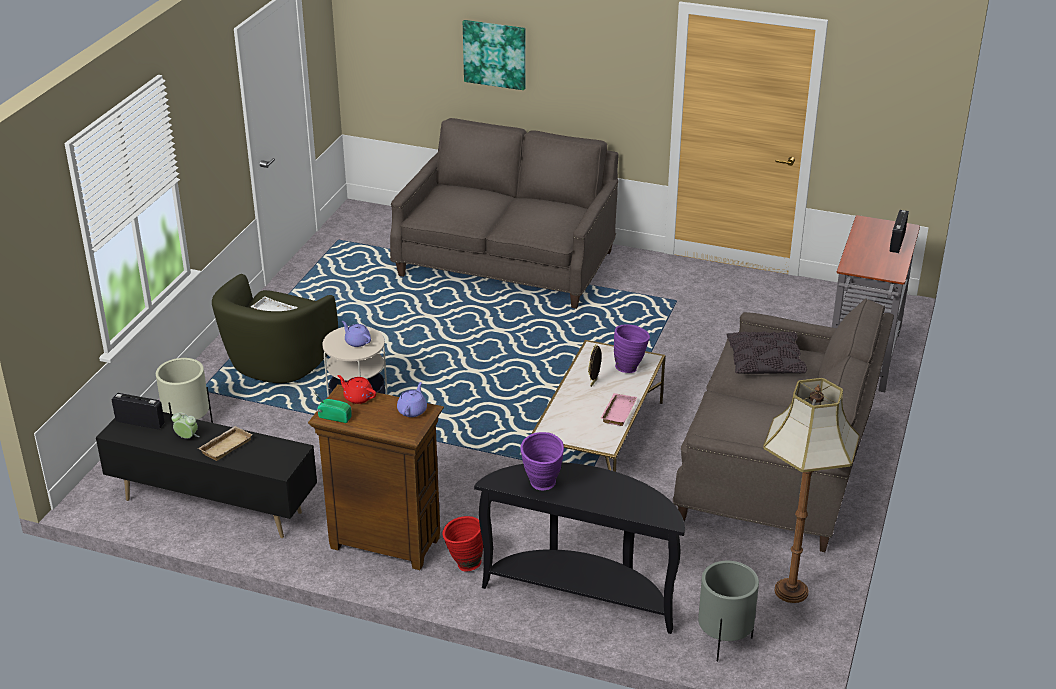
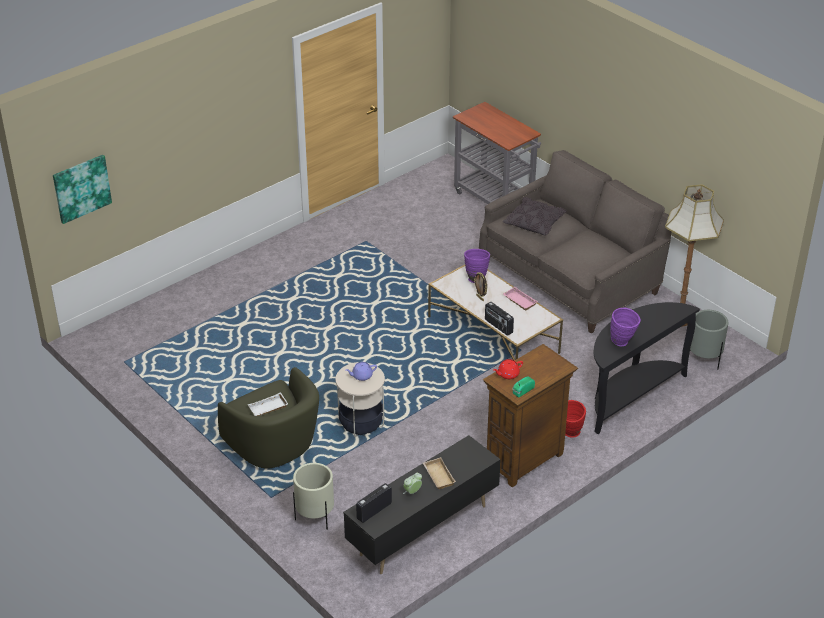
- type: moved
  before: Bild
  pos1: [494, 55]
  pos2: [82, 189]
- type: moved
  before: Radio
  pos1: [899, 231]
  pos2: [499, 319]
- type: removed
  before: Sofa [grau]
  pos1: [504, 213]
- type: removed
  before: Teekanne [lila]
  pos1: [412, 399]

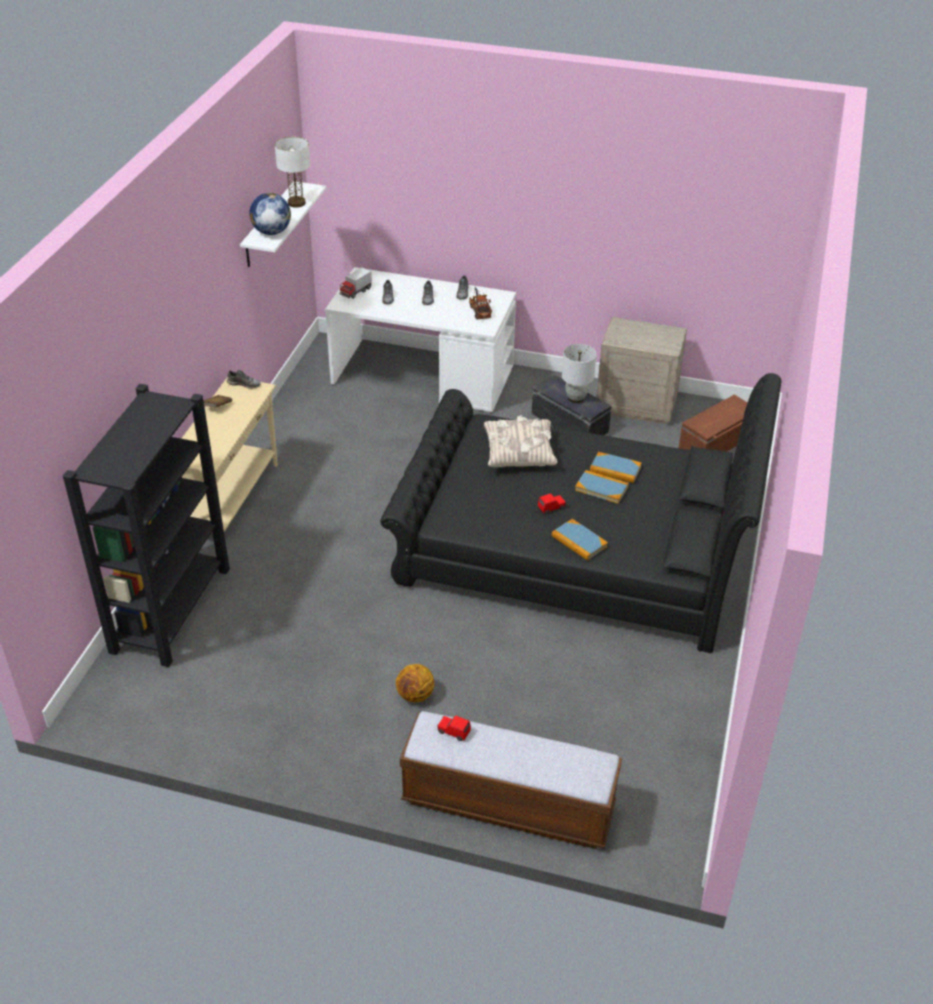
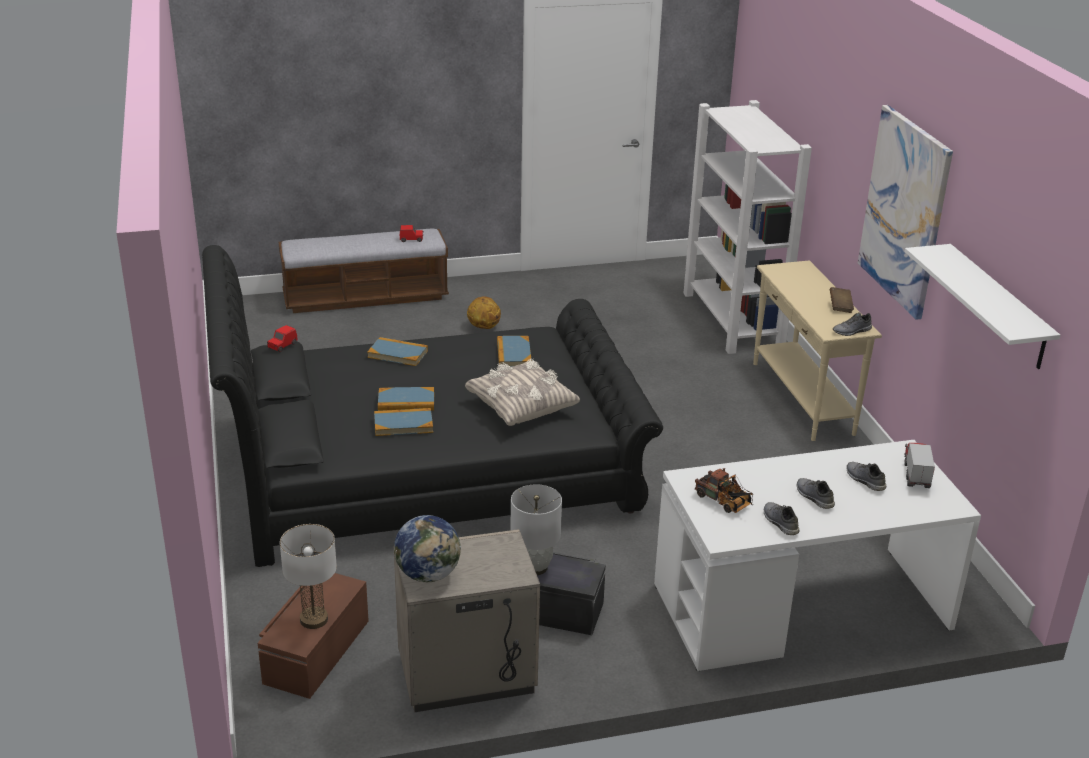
- type: moved
  before: Spielzeugauto [rot]
  pos1: [552, 503]
  pos2: [282, 338]
- type: moved
  before: Tischlampe
  pos1: [292, 172]
  pos2: [308, 576]
- type: moved
  before: Globus
  pos1: [270, 214]
  pos2: [427, 548]
- type: added
  after: Buch
  pos2: [514, 351]
- type: recoloured
  before: Bücherregal [schwarz]
  after: Bücherregal [weiß]
  pos1: [146, 525]
  pos2: [747, 227]
- type: added
  after: Bild
  pos2: [905, 212]

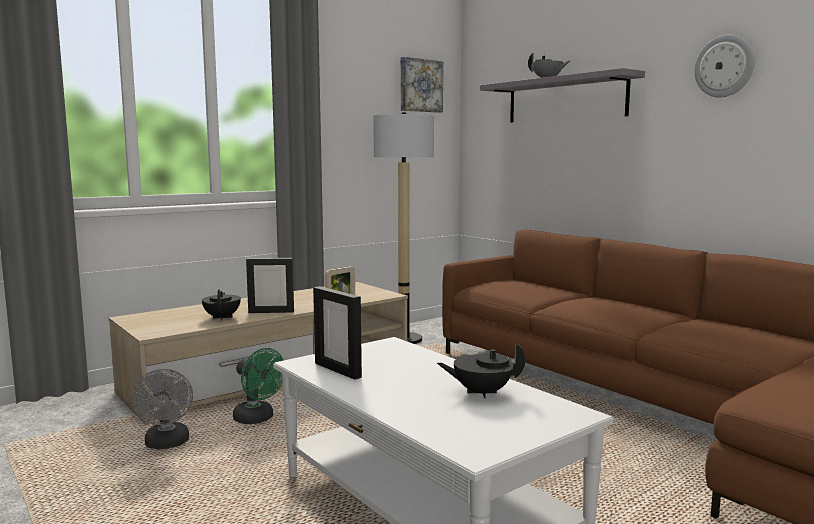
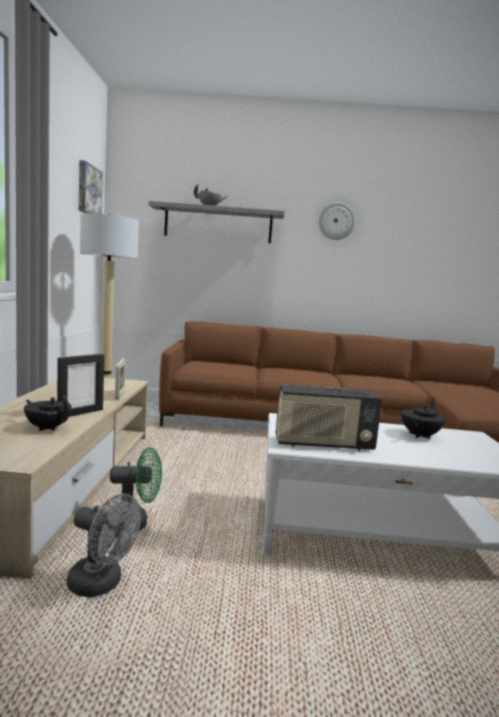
- type: replaced
  before: Bilderrahmen
  after: Radio
  pos1: [337, 332]
  pos2: [328, 417]

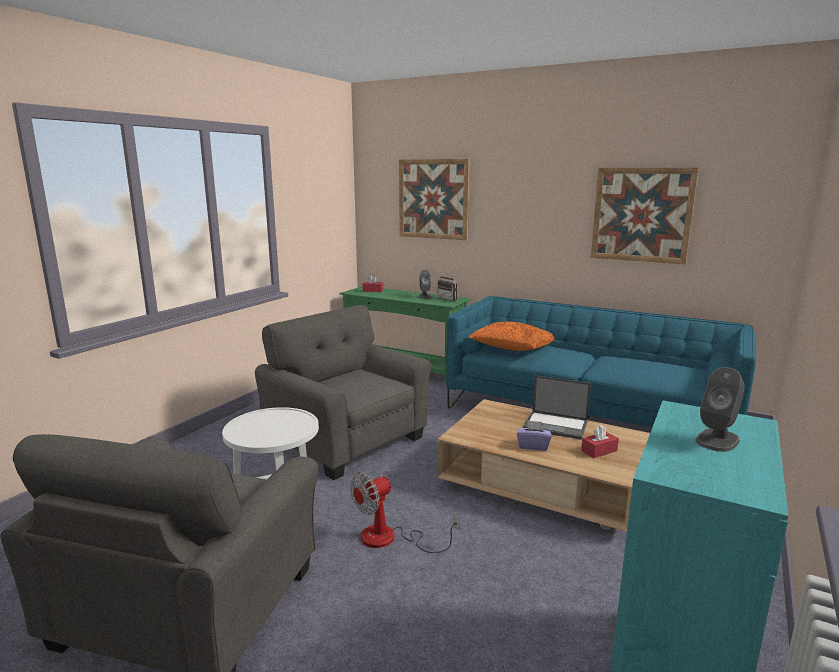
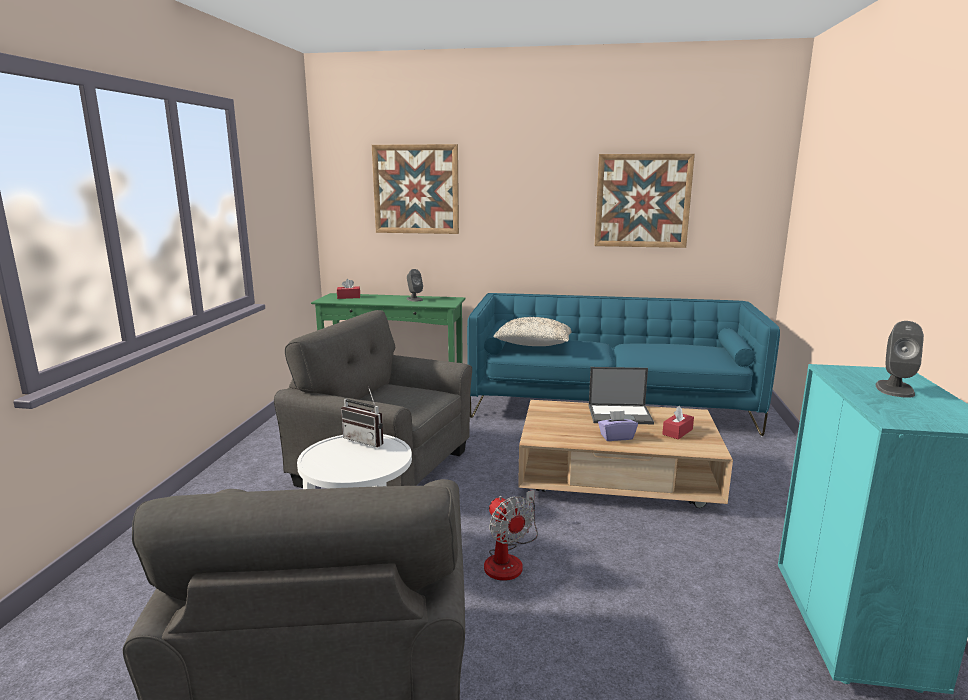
- type: moved
  before: Radio
  pos1: [447, 287]
  pos2: [362, 416]
- type: turned
  before: Ventilator
  pos1: [405, 512]
  pos2: [511, 535]
  turn: -60
- type: recoloured
  before: Kissen [orange]
  after: Kissen [beige]
  pos1: [512, 336]
  pos2: [532, 331]

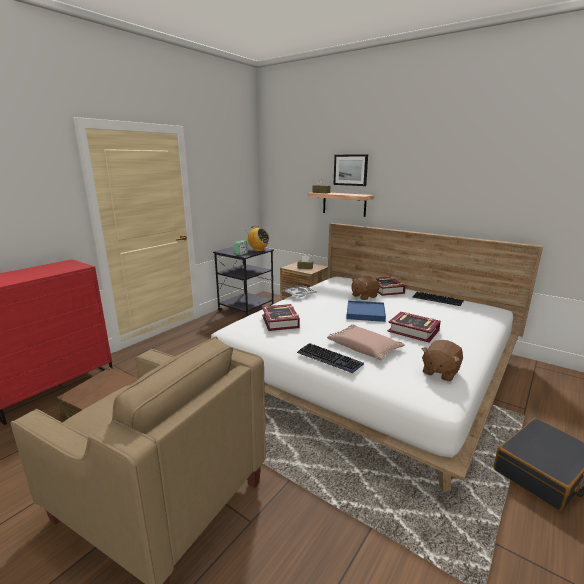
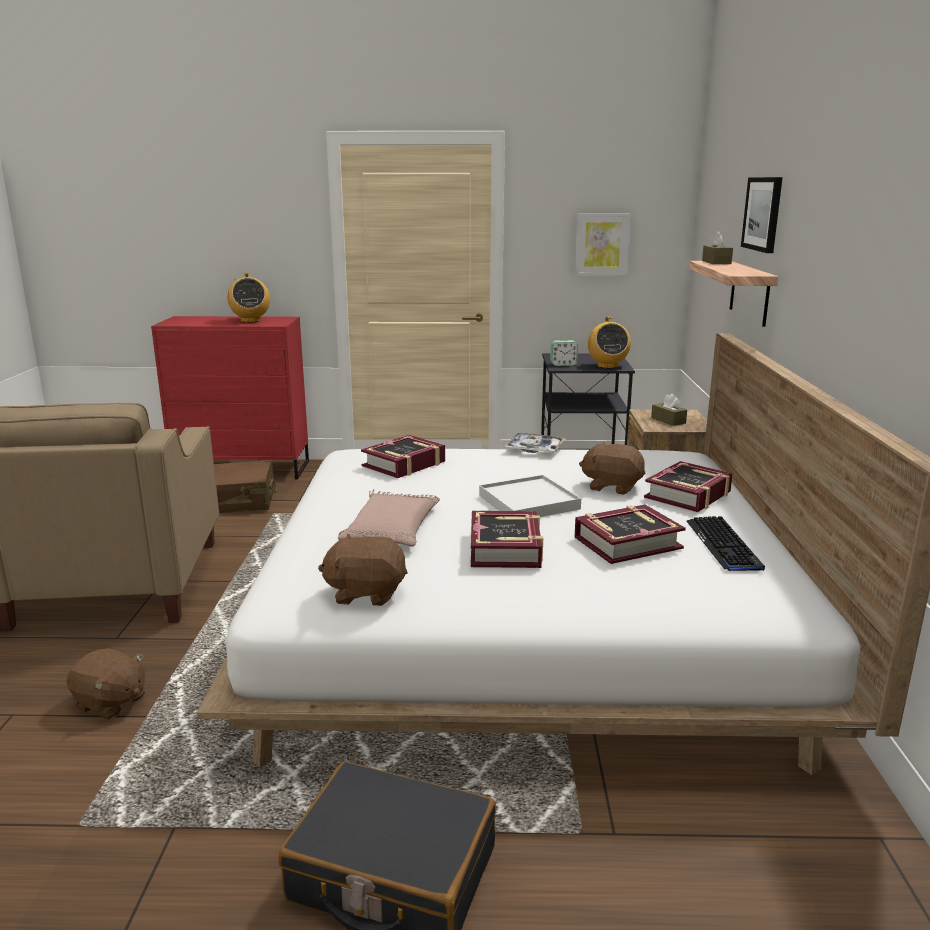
- type: added
  after: Plüschtier [braun]
  pos2: [105, 684]
- type: added
  after: Radio
  pos2: [248, 297]
- type: recoloured
  before: Tablett [blau]
  after: Tablett [weiß]
  pos1: [366, 311]
  pos2: [530, 496]
- type: added
  after: Bild
  pos2: [603, 244]
- type: added
  after: Buch
  pos2: [630, 534]
- type: removed
  before: Tastatur
  pos1: [330, 358]

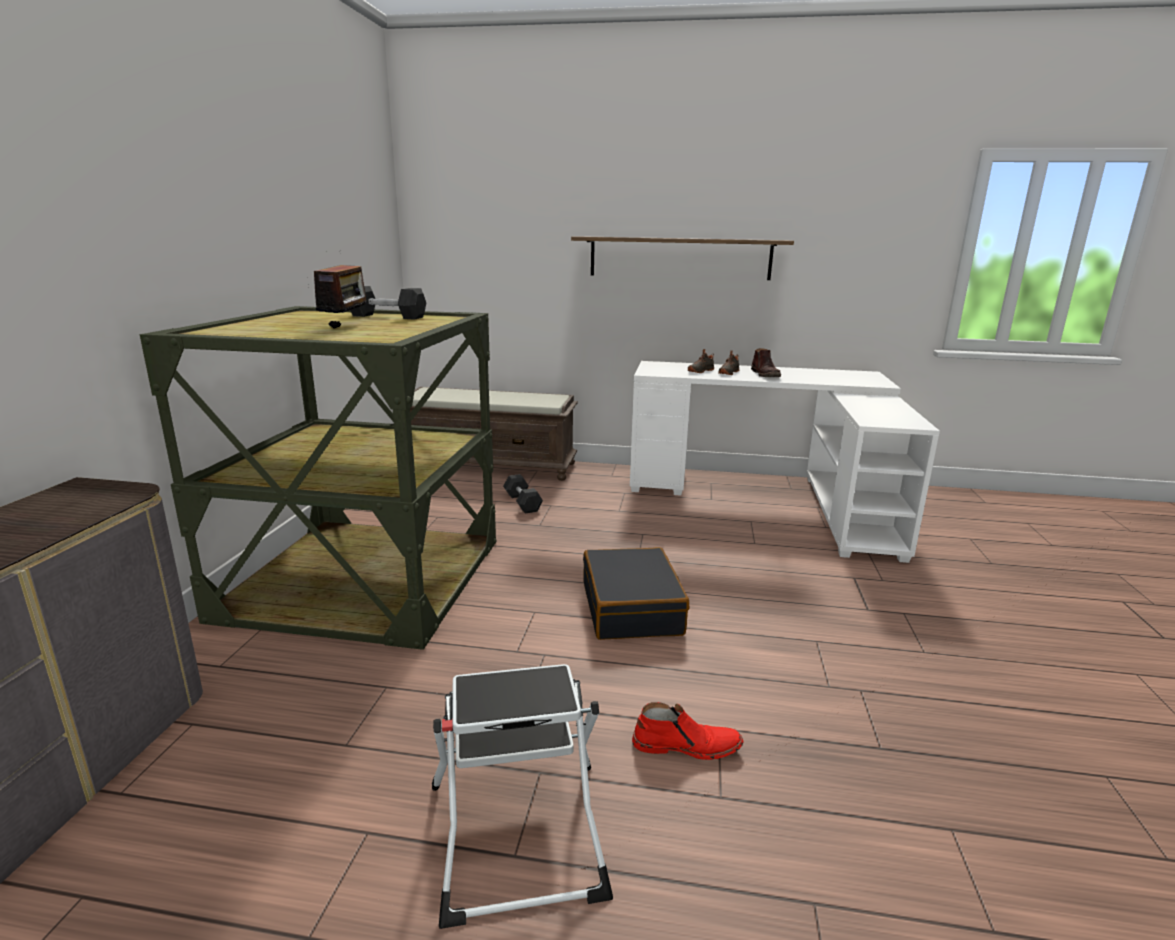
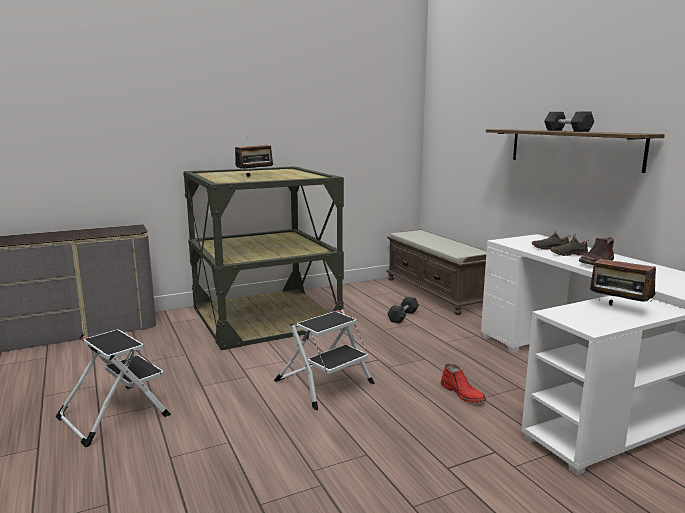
- type: replaced
  before: Koffer [schwarz]
  after: Trittleiter
  pos1: [636, 593]
  pos2: [324, 359]
- type: moved
  before: Stiefel [rot]
  pos1: [687, 731]
  pos2: [463, 383]
- type: moved
  before: Hantel [grau]
  pos1: [388, 303]
  pos2: [569, 122]
- type: added
  after: Radio
  pos2: [621, 277]

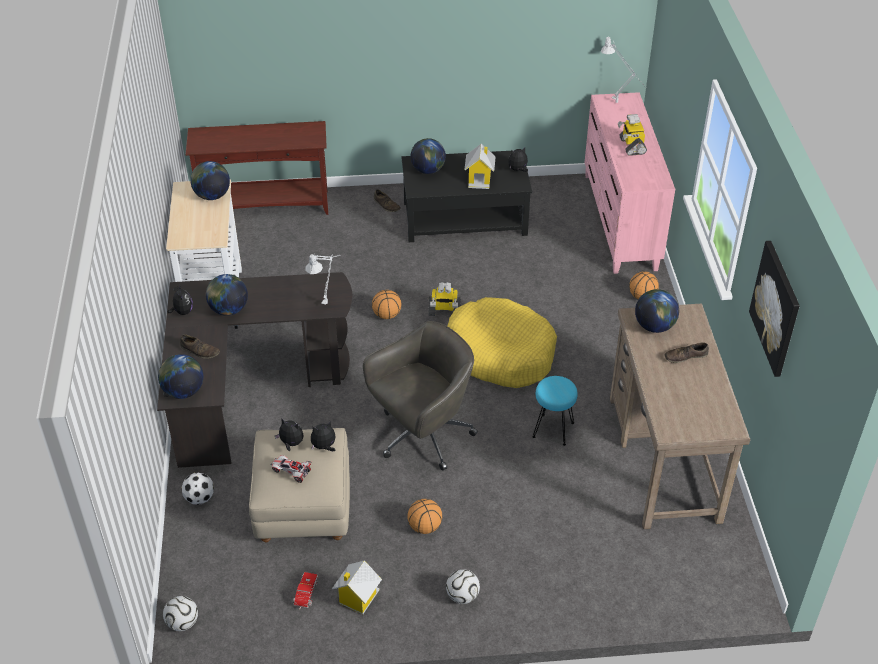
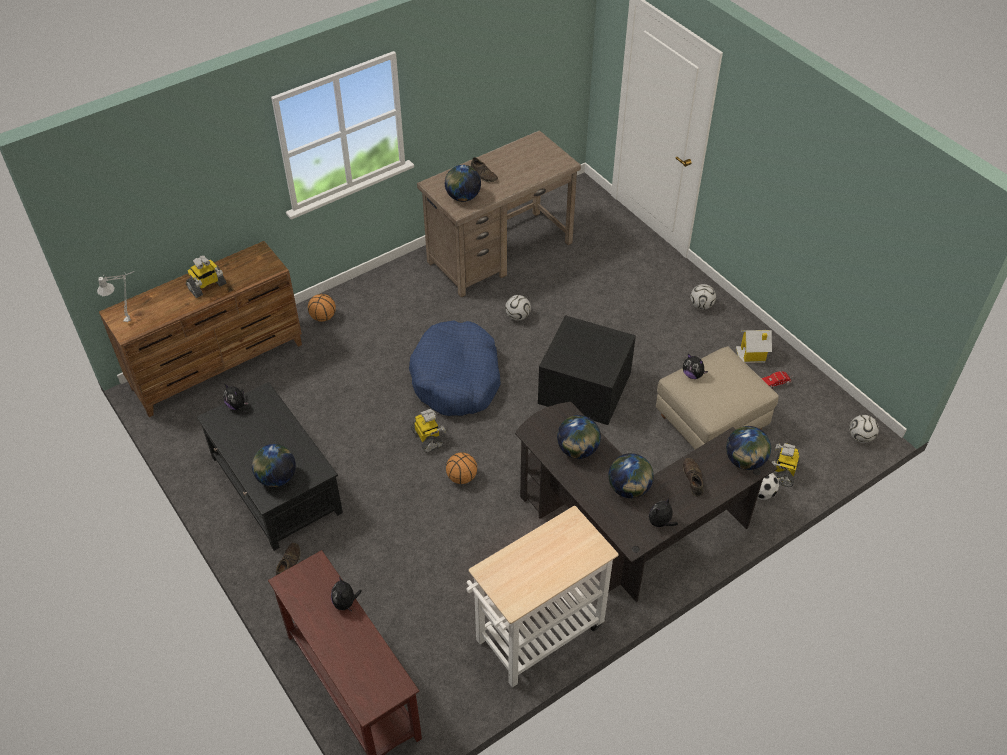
- type: recoloured
  before: Kommode [rosa]
  after: Kommode [braun]
  pos1: [630, 183]
  pos2: [200, 329]
- type: moved
  before: Plüschtier
  pos1: [289, 435]
  pos2: [346, 594]
- type: recoloured
  before: Hundebett [gelb]
  after: Hundebett [blau]
  pos1: [502, 342]
  pos2: [455, 368]
- type: replaced
  before: Hocker [türkis]
  after: Fußball
  pos1: [555, 411]
  pos2: [518, 308]
- type: replaced
  before: Bürostuhl [grau]
  after: Aufbewahrungsbox [schwarz]
  pos1: [420, 396]
  pos2: [587, 370]
- type: moved
  before: Globus
  pos1: [210, 180]
  pos2: [579, 437]
- type: added
  after: Spielzeugroboter
  pos2: [786, 465]
- type: removed
  before: Spielzeugauto
  pos1: [291, 469]
- type: removed
  before: Tischlampe [grau]
  pos1: [323, 278]
- type: removed
  before: Basketball
  pos1: [424, 516]
- type: removed
  before: Spielzeughaus
  pos1: [480, 166]
- type: removed
  before: Bild
  pos1: [774, 309]

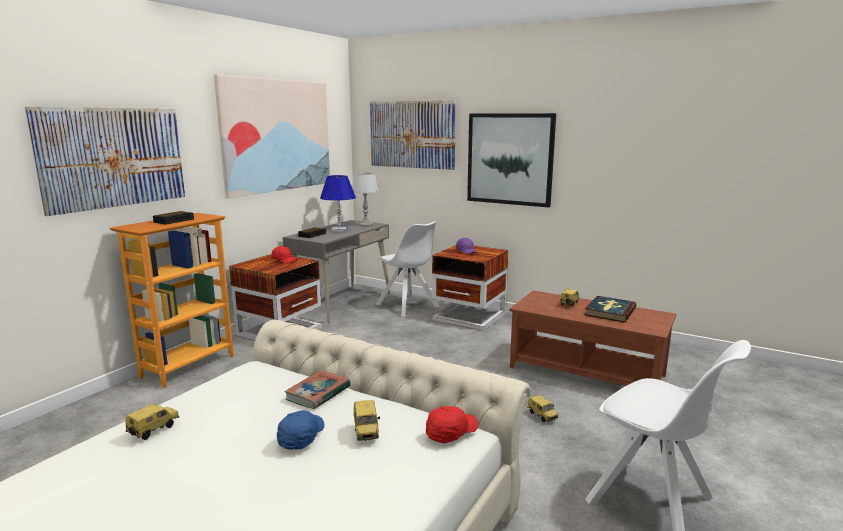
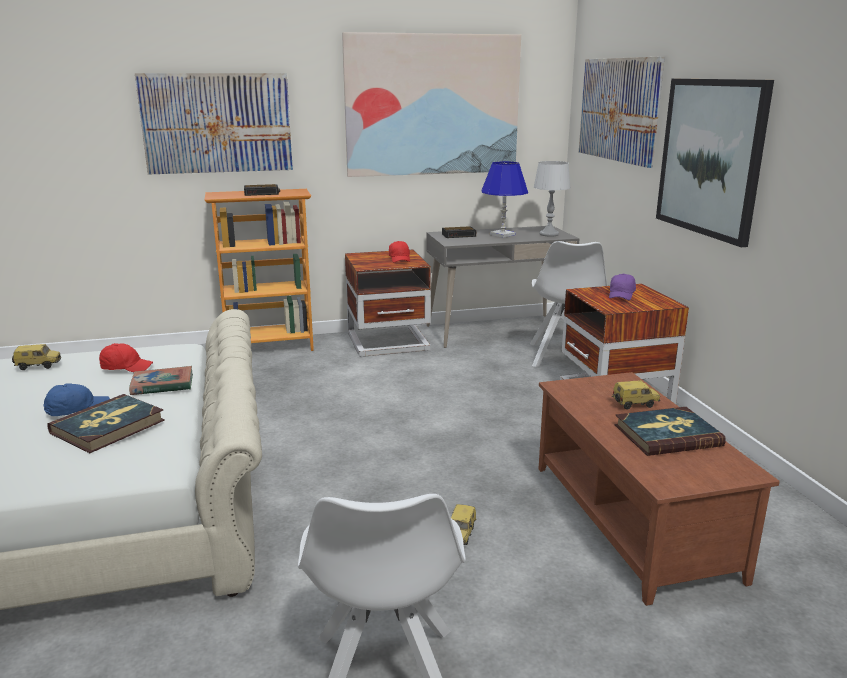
- type: replaced
  before: Spielzeugauto
  after: Buch
  pos1: [366, 420]
  pos2: [106, 423]
- type: moved
  before: Kappe [rot]
  pos1: [452, 424]
  pos2: [126, 358]

